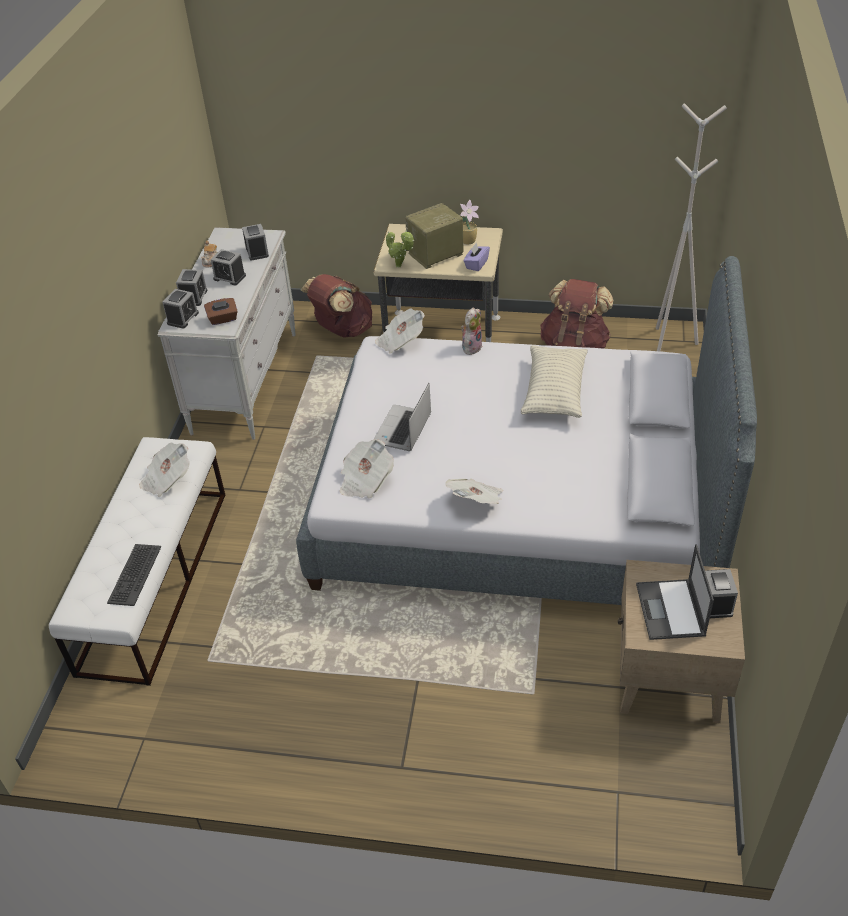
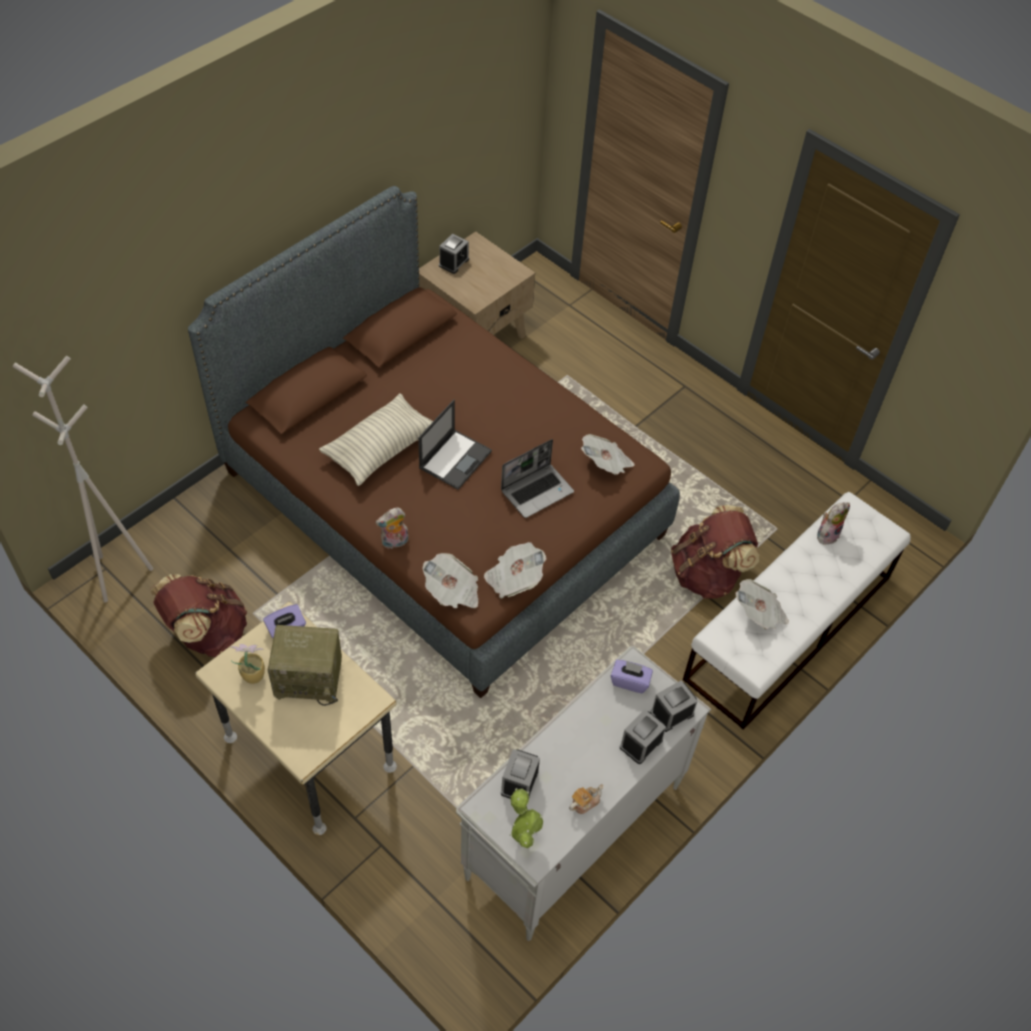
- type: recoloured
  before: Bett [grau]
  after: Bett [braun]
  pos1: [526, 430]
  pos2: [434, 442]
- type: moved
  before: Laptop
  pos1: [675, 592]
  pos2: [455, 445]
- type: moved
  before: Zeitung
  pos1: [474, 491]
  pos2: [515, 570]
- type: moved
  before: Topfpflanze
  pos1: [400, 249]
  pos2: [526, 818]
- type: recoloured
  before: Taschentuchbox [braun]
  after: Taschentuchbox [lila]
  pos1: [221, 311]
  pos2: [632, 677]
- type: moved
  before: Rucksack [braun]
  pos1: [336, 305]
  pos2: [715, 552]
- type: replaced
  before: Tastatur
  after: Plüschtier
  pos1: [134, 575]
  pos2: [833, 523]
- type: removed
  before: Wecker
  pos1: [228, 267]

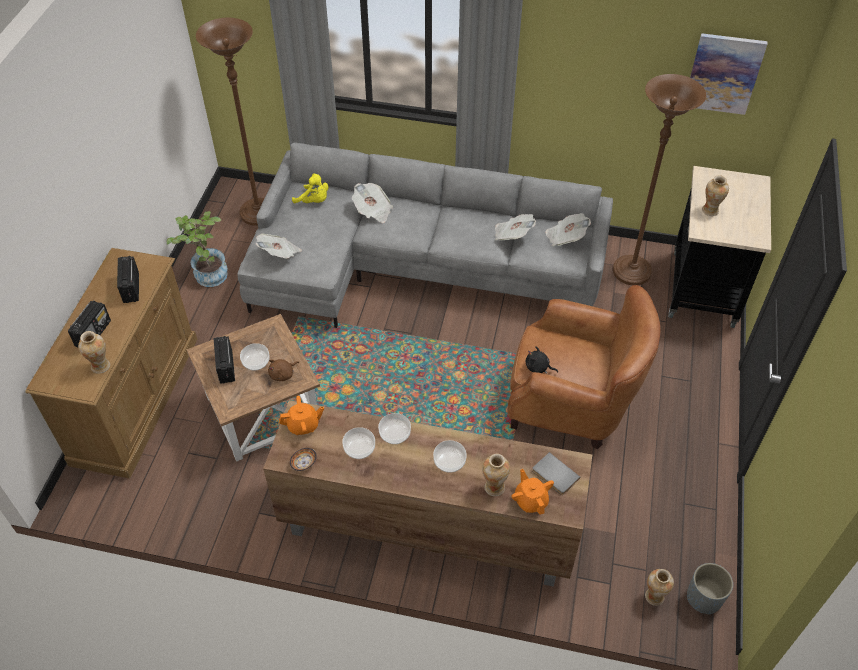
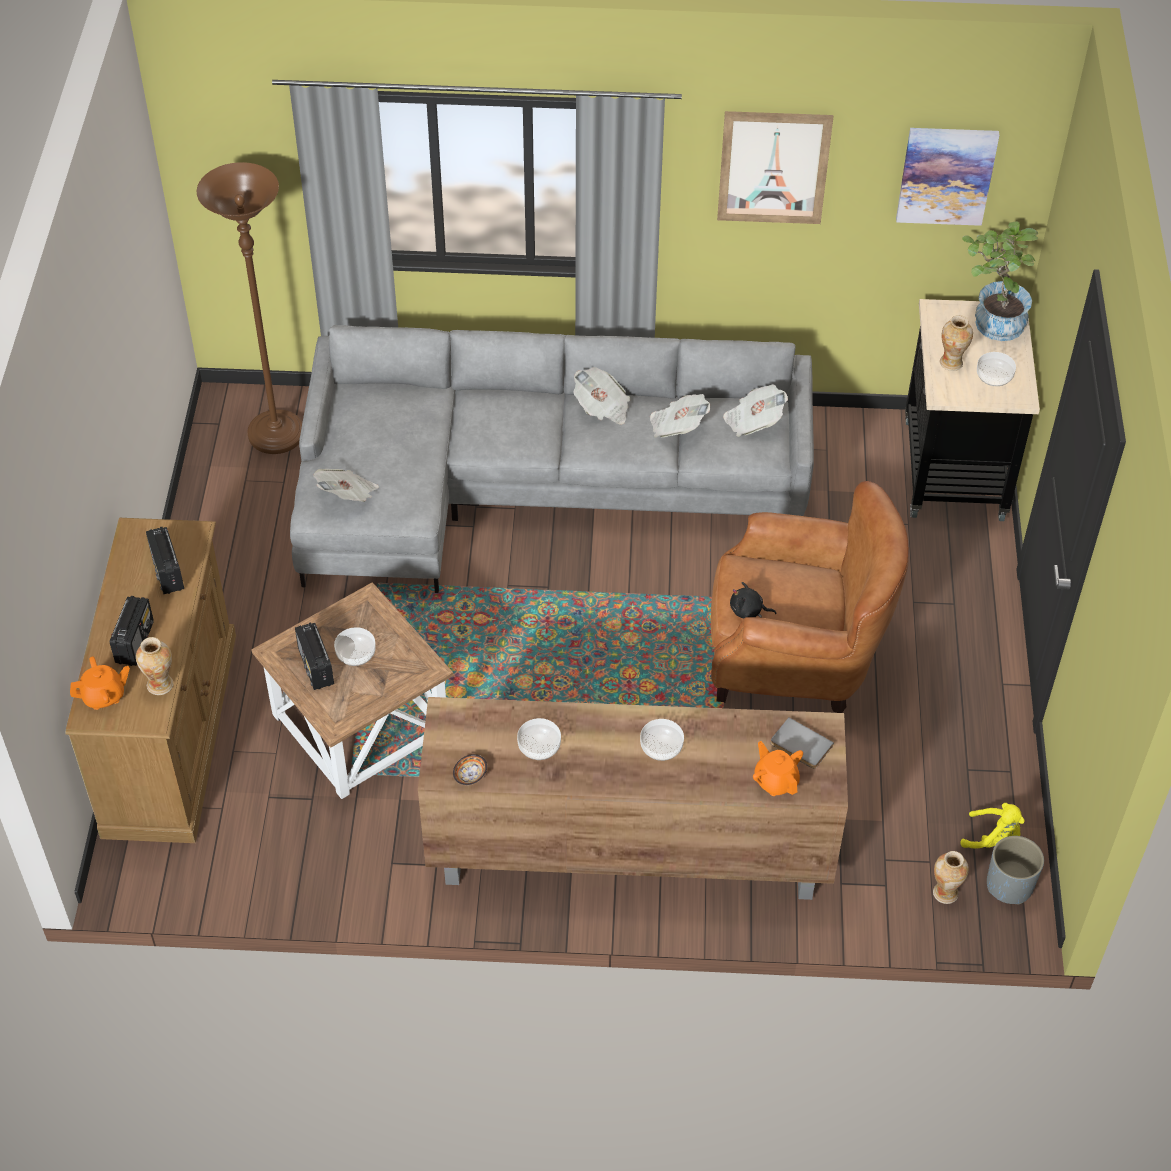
- type: moved
  before: Teekanne [orange]
  pos1: [301, 415]
  pos2: [100, 683]
- type: moved
  before: Zeitung
  pos1: [372, 203]
  pos2: [602, 396]
- type: added
  after: Bild
  pos2: [775, 167]
- type: moved
  before: Plüschtier [gelb]
  pos1: [310, 188]
  pos2: [993, 826]
- type: moved
  before: Topfpflanze
  pos1: [197, 249]
  pos2: [1000, 281]
- type: moved
  before: Schüssel
  pos1: [394, 428]
  pos2: [996, 369]
- type: removed
  before: Plüschtier [braun]
  pos1: [284, 370]
- type: removed
  before: Vase
  pos1: [496, 475]
- type: removed
  before: Stehlampe [braun]
  pos1: [659, 179]

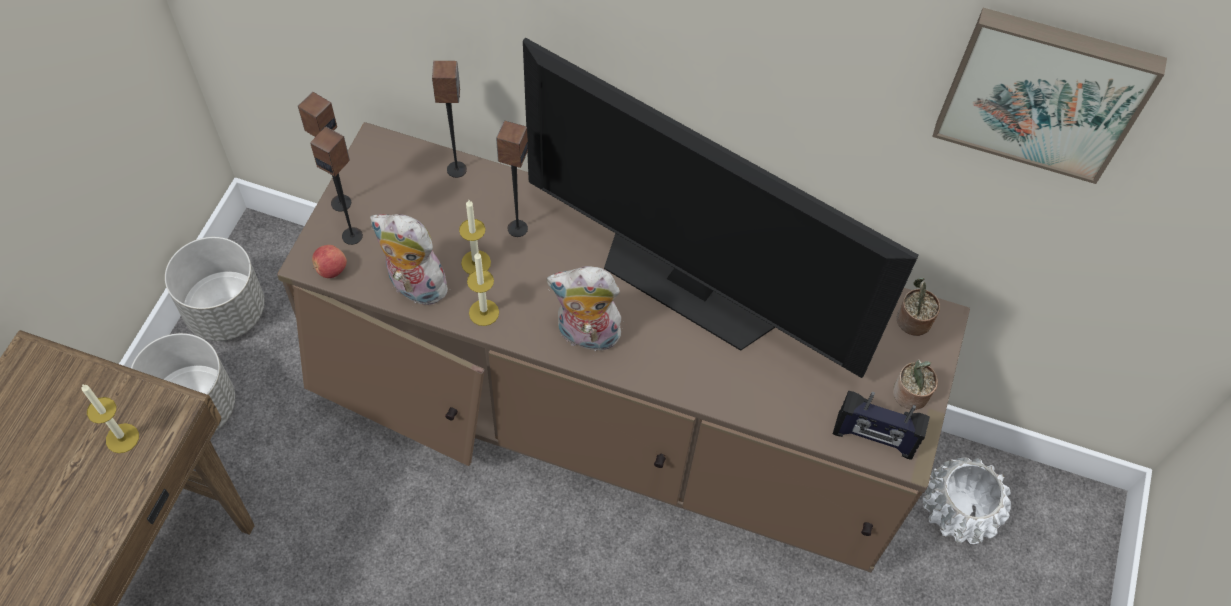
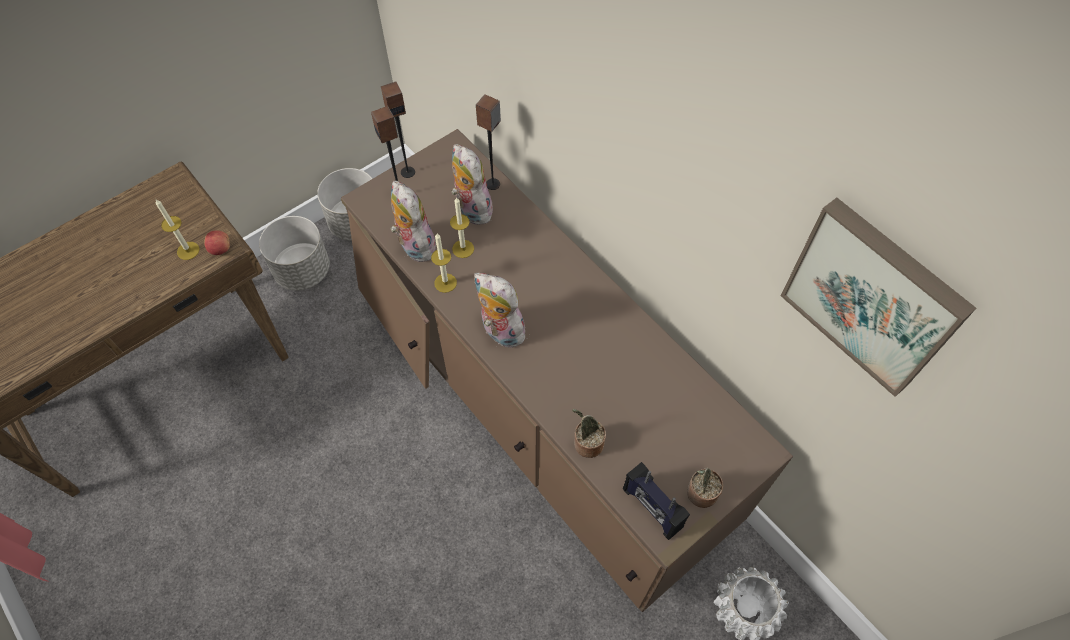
- type: moved
  before: Apfel
  pos1: [329, 261]
  pos2: [217, 242]
- type: added
  after: Plüschtier
  pos2: [472, 184]
- type: moved
  before: Topfpflanze
  pos1: [918, 307]
  pos2: [589, 433]
- type: removed
  before: Lautsprecher
  pos1: [512, 179]
- type: removed
  before: Fernseher
  pos1: [721, 208]

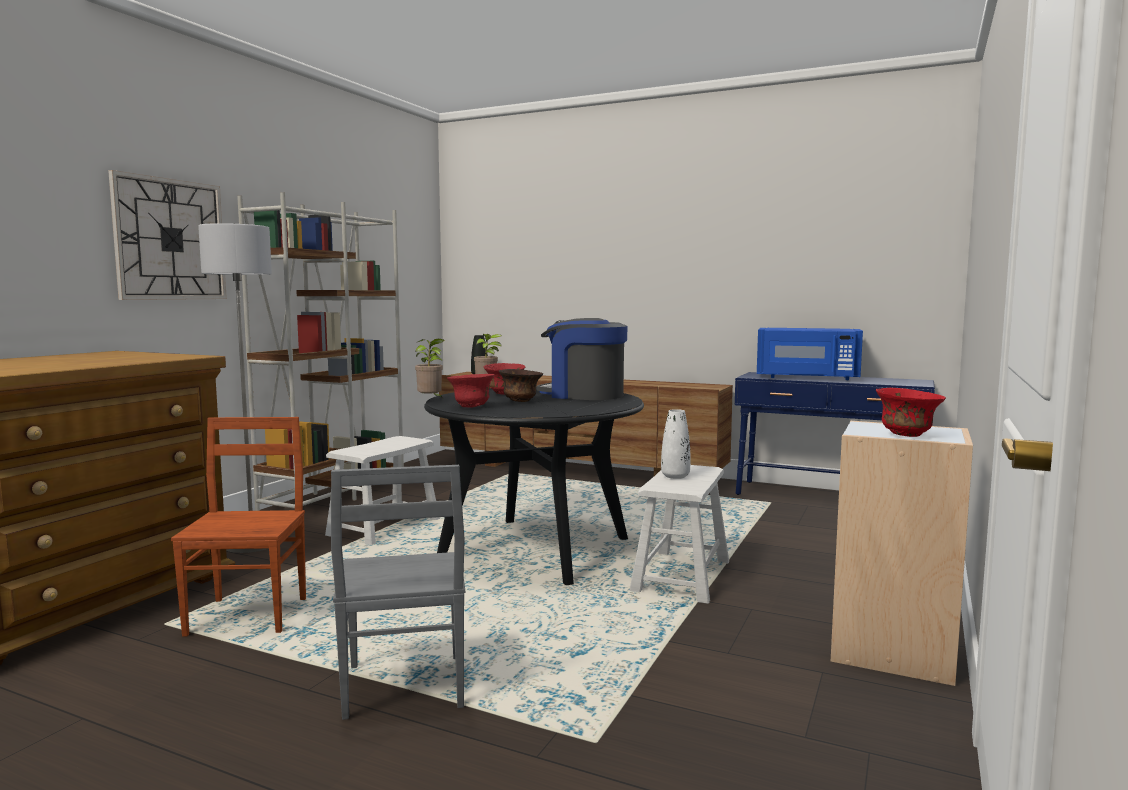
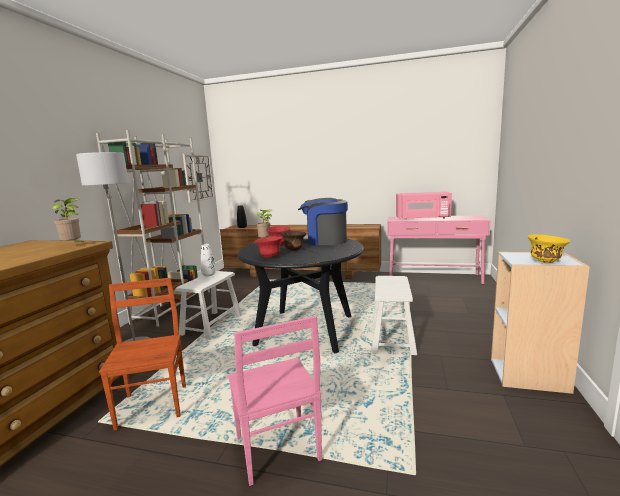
- type: moved
  before: Topfpflanze
  pos1: [430, 368]
  pos2: [68, 220]
- type: moved
  before: Wanduhr
  pos1: [167, 235]
  pos2: [198, 178]
- type: moved
  before: Vase [weiß]
  pos1: [675, 444]
  pos2: [208, 260]
- type: recoloured
  before: Stuhl [grau]
  after: Stuhl [rosa]
  pos1: [398, 592]
  pos2: [275, 401]
- type: recoloured
  before: Konsolentisch [blau]
  after: Konsolentisch [rosa]
  pos1: [835, 433]
  pos2: [438, 249]
- type: recoloured
  before: Mikrowelle [blau]
  after: Mikrowelle [rosa]
  pos1: [810, 354]
  pos2: [424, 206]
- type: recoloured
  before: Schüssel [rot]
  after: Schüssel [gelb]
  pos1: [911, 412]
  pos2: [549, 248]

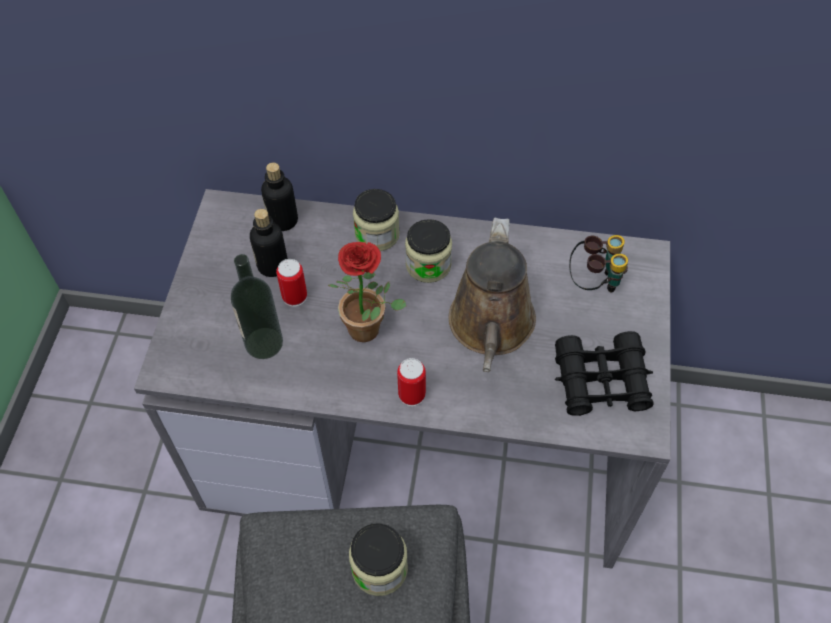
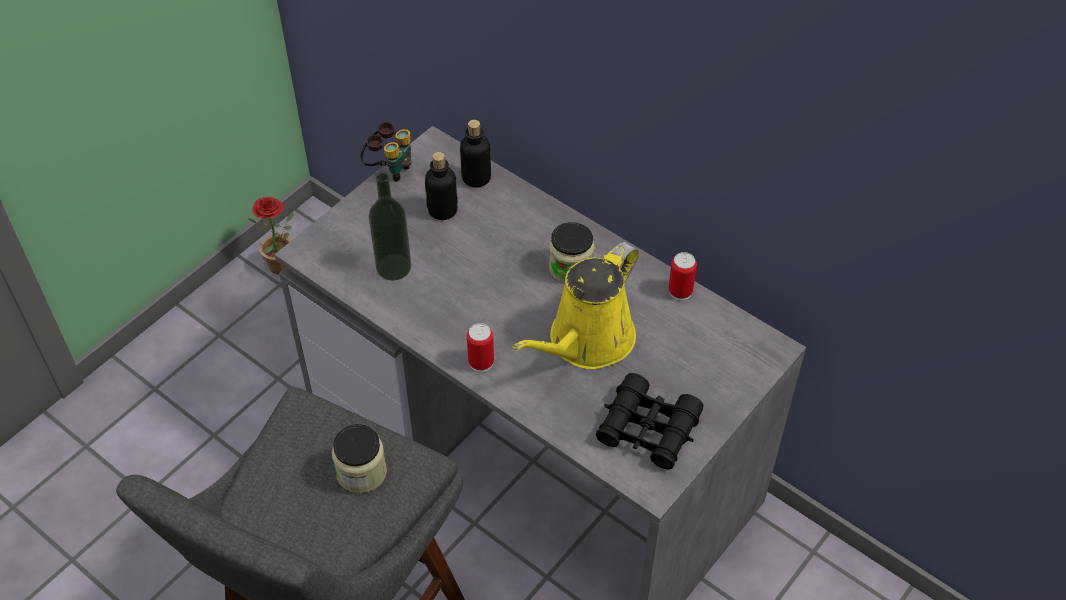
- type: moved
  before: Topfpflanze
  pos1: [367, 292]
  pos2: [271, 235]
- type: moved
  before: Fernglas
  pos1: [598, 263]
  pos2: [386, 152]
- type: recoloured
  before: Gießkanne [braun]
  after: Gießkanne [gelb]
  pos1: [492, 295]
  pos2: [576, 305]
- type: moved
  before: Dose
  pos1: [291, 283]
  pos2: [682, 276]
- type: removed
  before: Vorratsglas
  pos1: [376, 220]

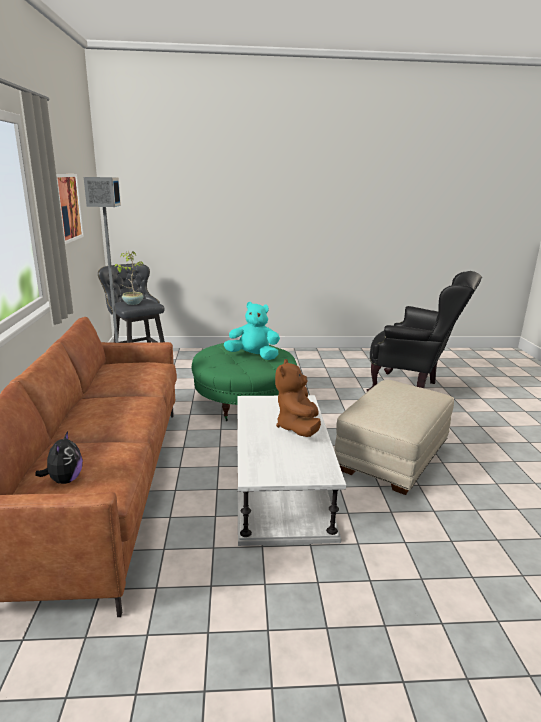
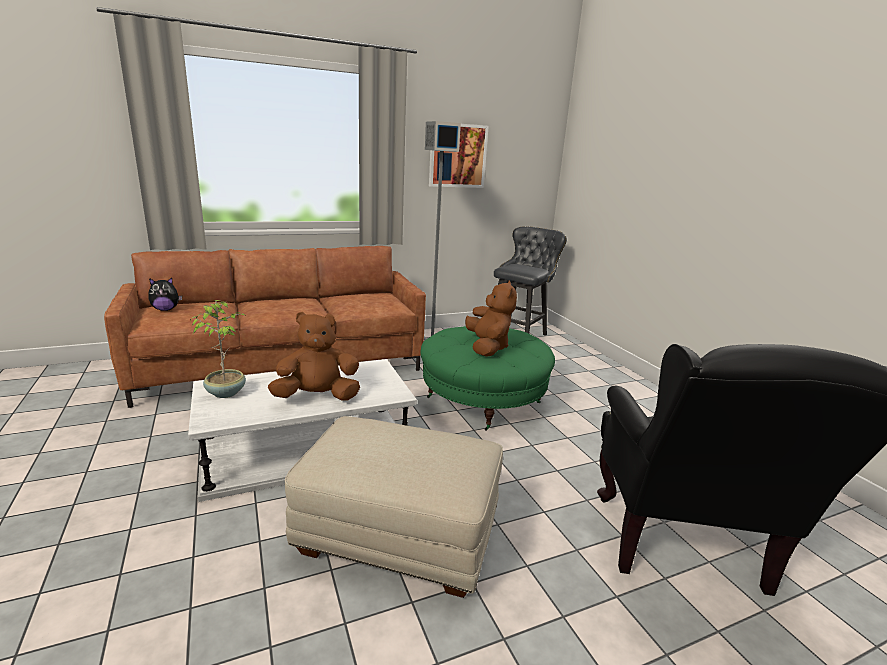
- type: moved
  before: Topfpflanze
  pos1: [129, 278]
  pos2: [218, 349]
- type: recoloured
  before: Plüschtier [türkis]
  after: Plüschtier [braun]
  pos1: [251, 331]
  pos2: [491, 319]

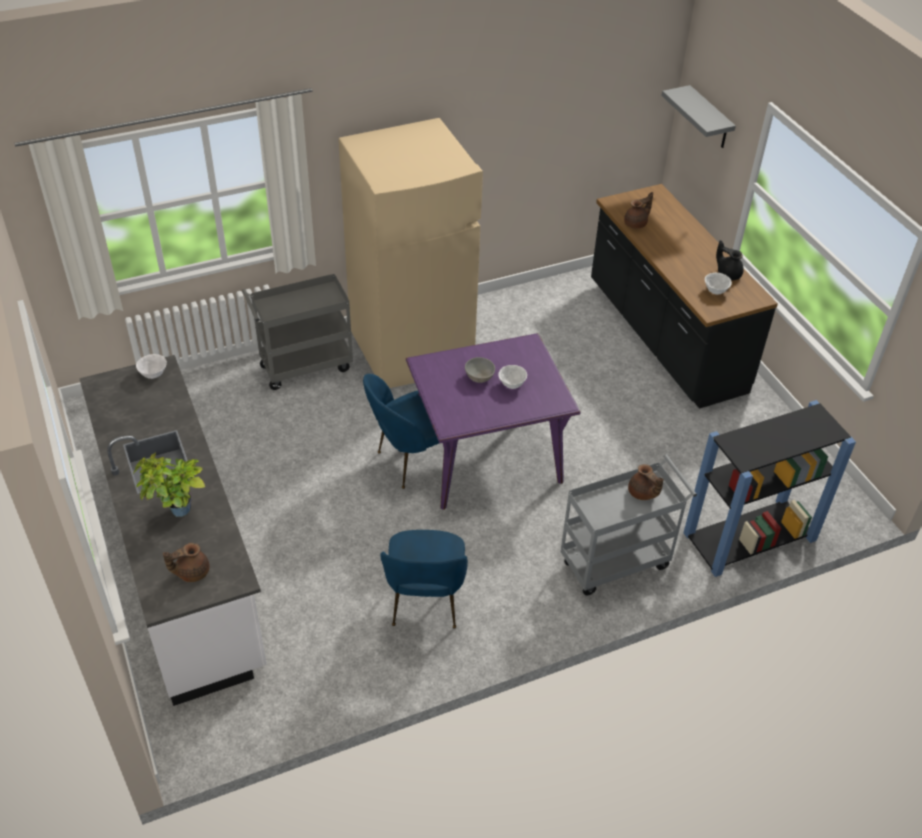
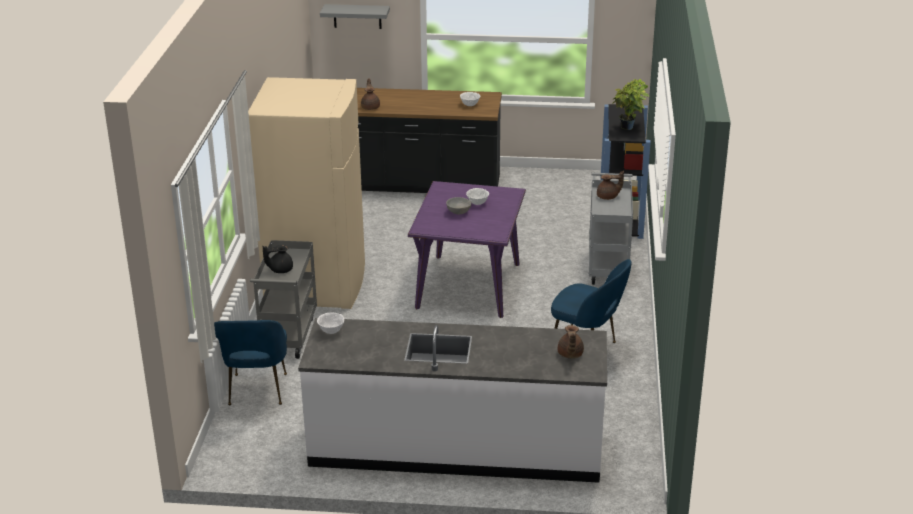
- type: moved
  before: Stuhl [blau]
  pos1: [401, 431]
  pos2: [250, 362]
- type: moved
  before: Teekanne [schwarz]
  pos1: [730, 260]
  pos2: [278, 259]
- type: moved
  before: Topfpflanze
  pos1: [169, 485]
  pos2: [631, 104]

